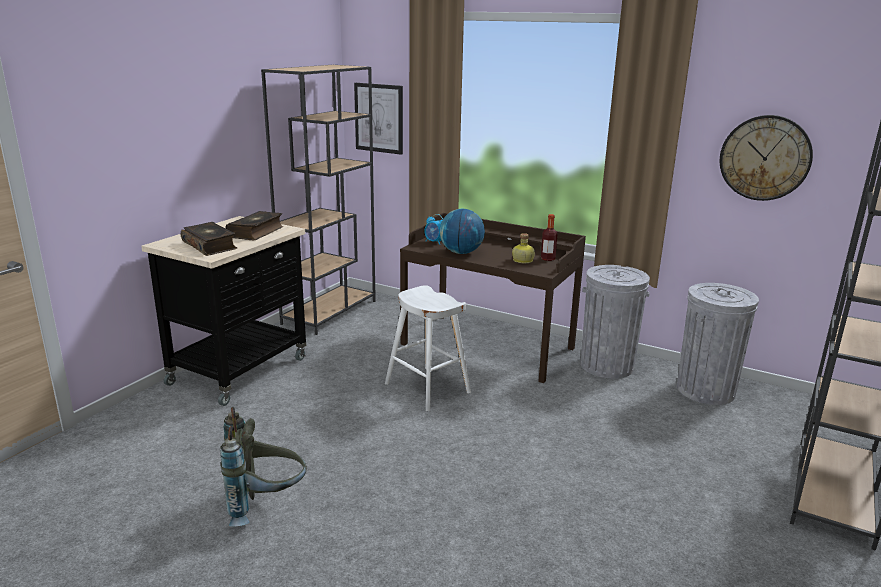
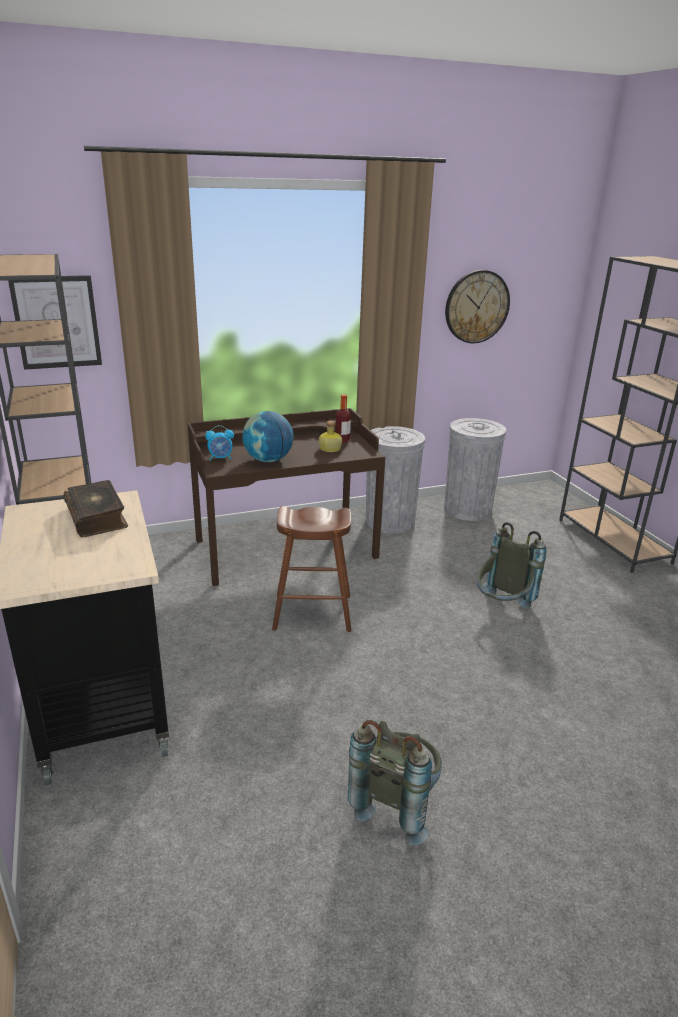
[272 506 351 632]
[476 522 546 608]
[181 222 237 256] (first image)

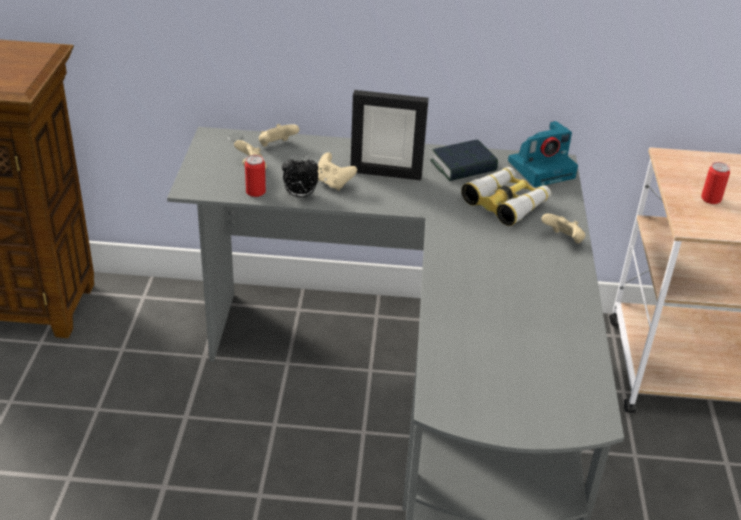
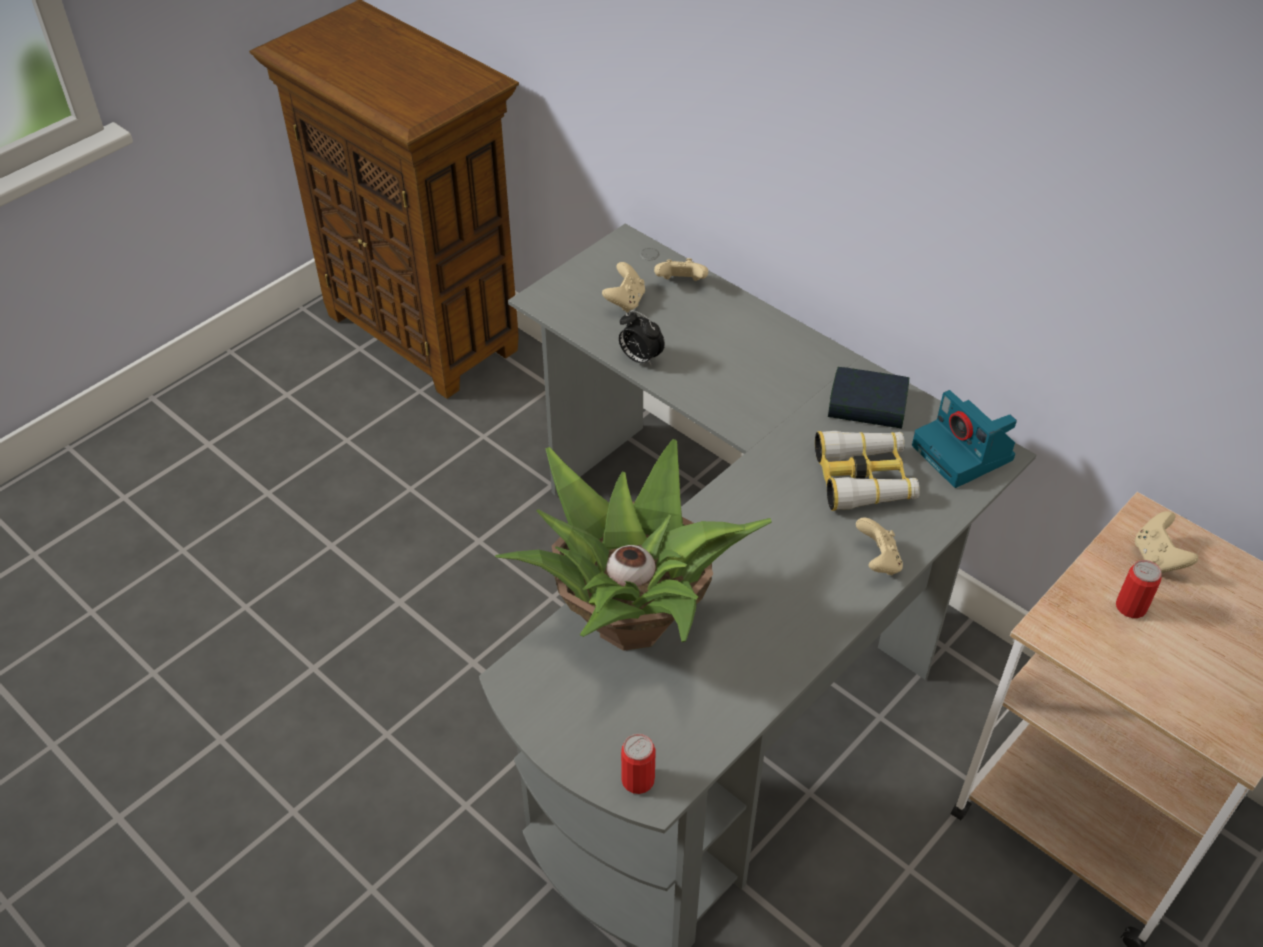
[495 439 772 651]
[621 734 656 794]
[912 390 1017 488]
[1135 511 1198 573]
[350 90 429 180] (first image)

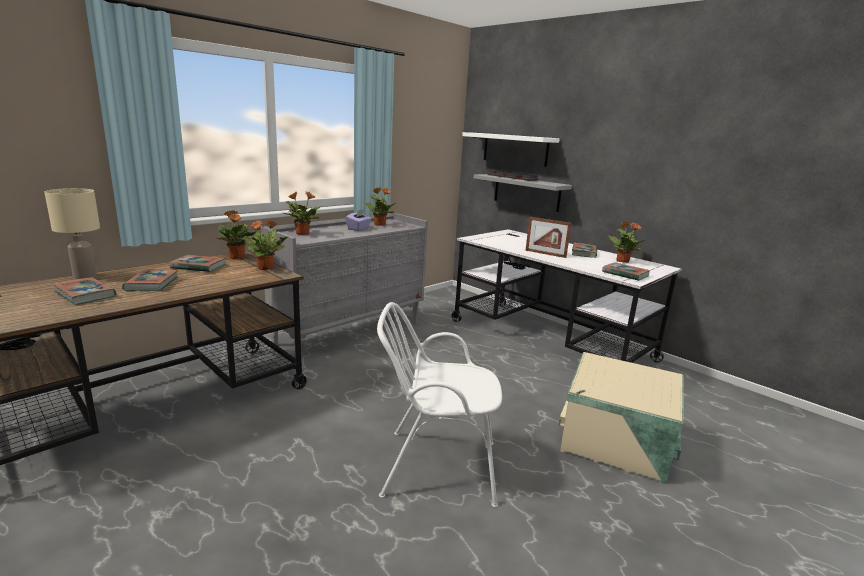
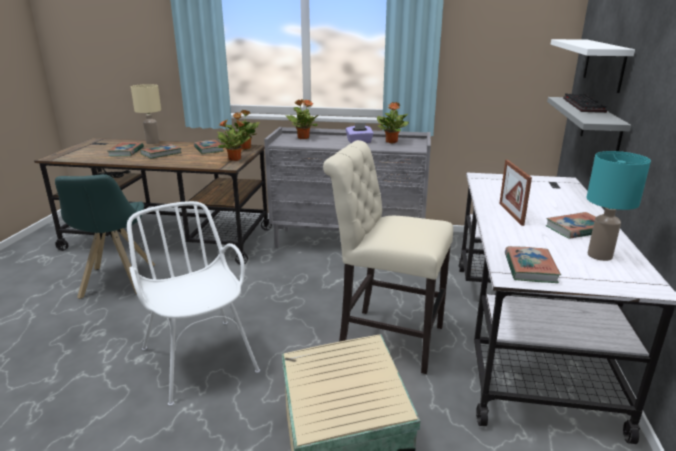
[55 174 155 299]
[323 140 453 374]
[586 151 651 261]

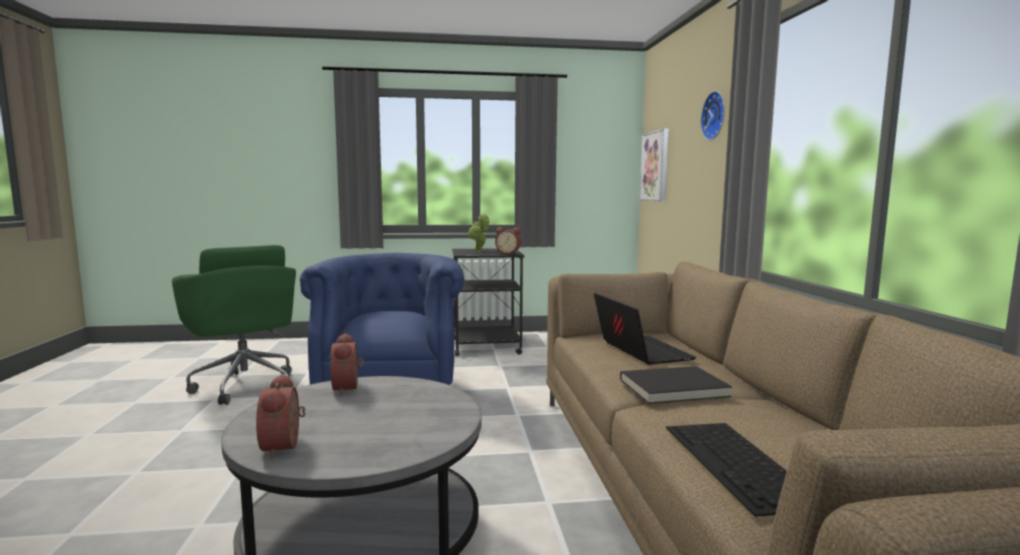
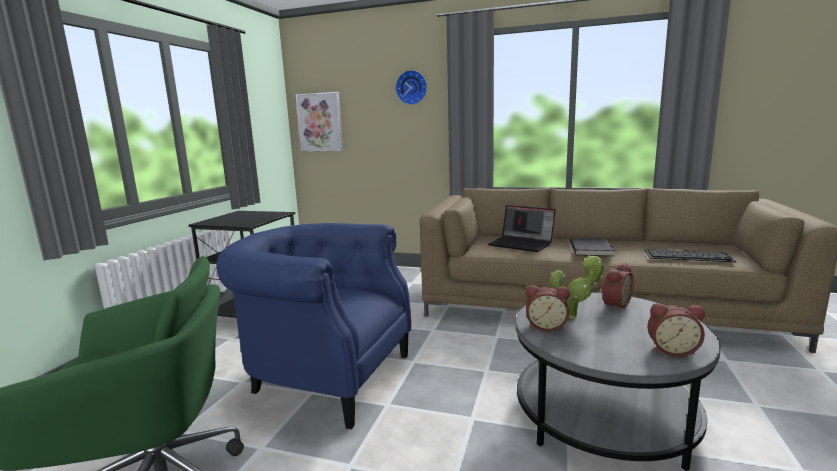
[488 205 556 252]
[550 255 605 319]
[601 263 634 310]

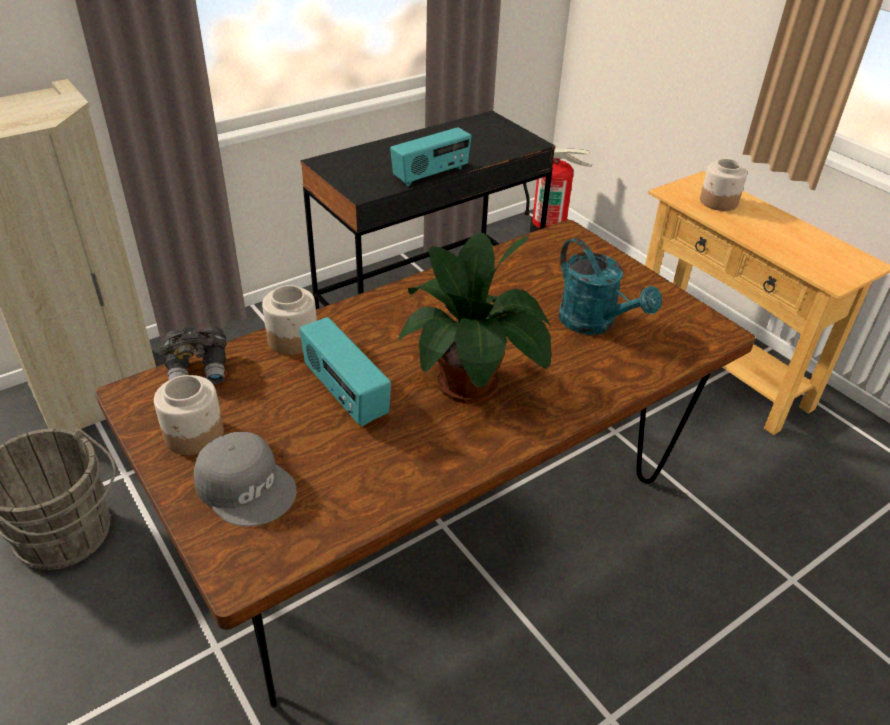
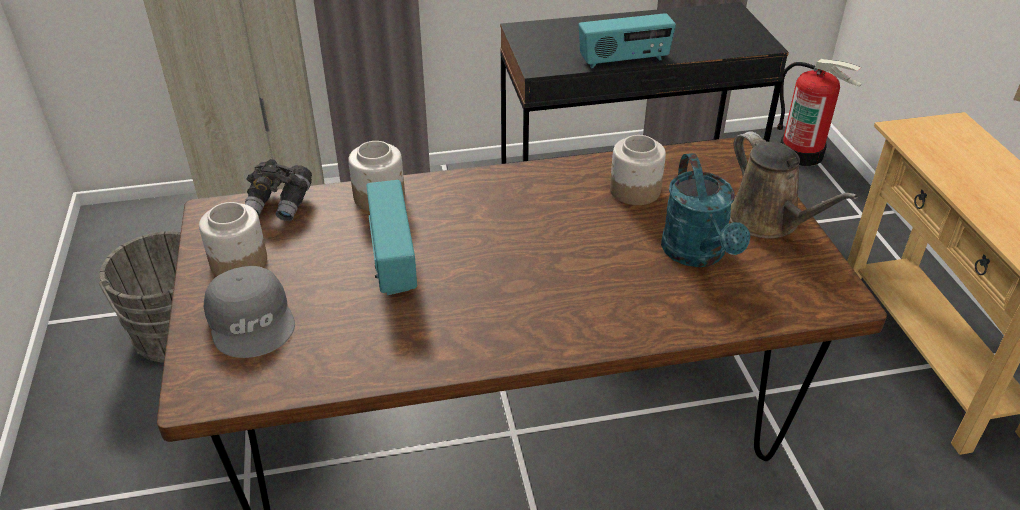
[610 135 666 205]
[730 131 858 239]
[398 233 553 403] (first image)

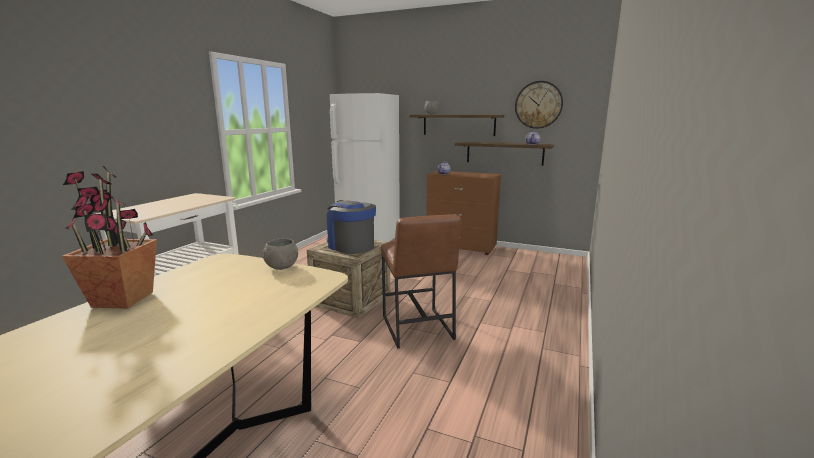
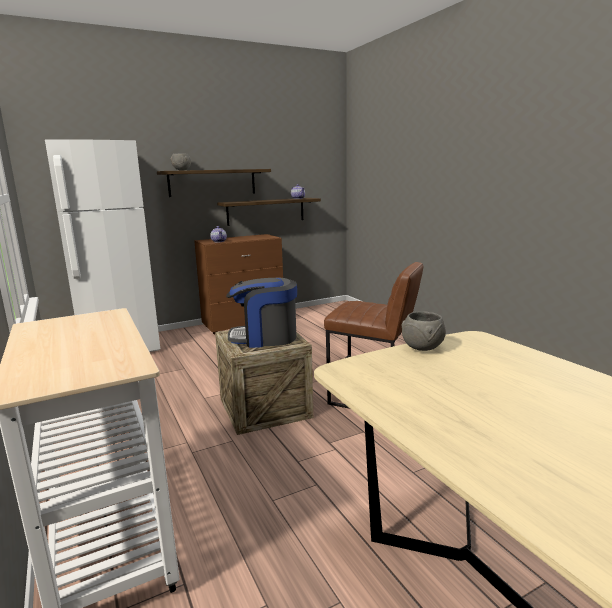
[62 166 157 309] (first image)
[515 81 563 129] (first image)

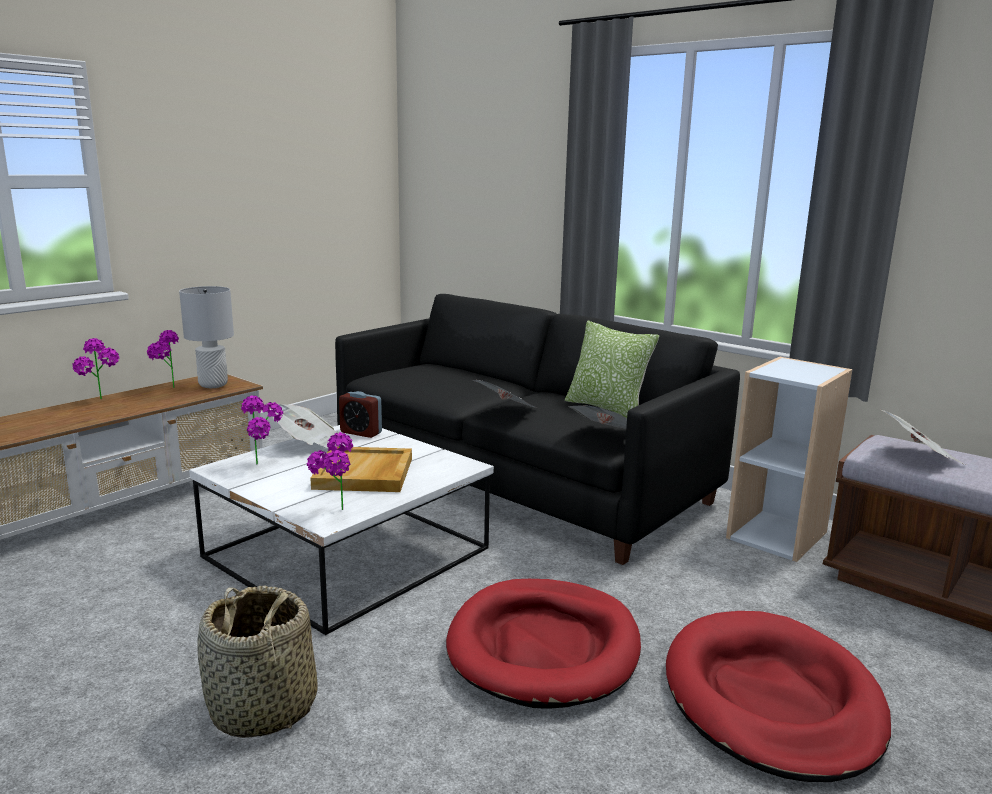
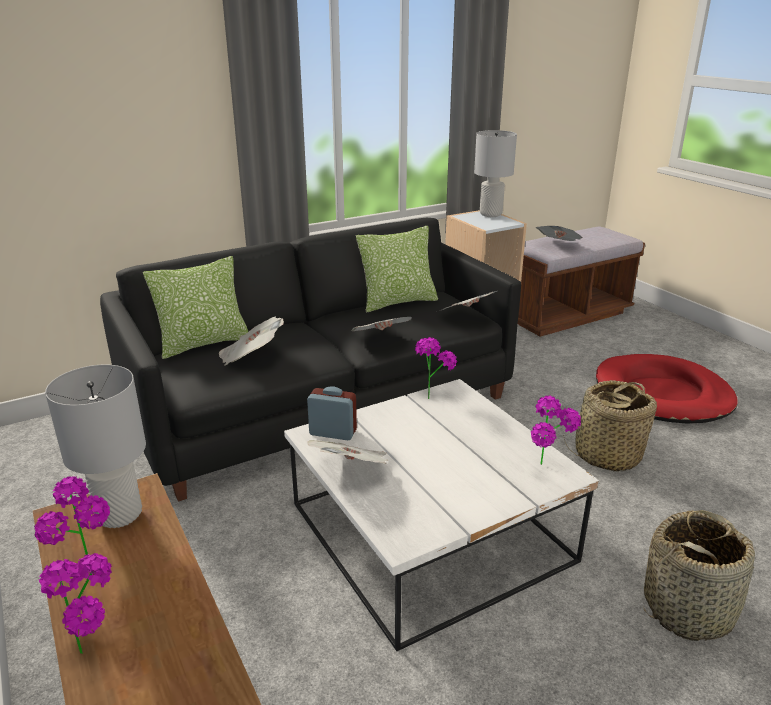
[143 256 248 359]
[218 317 284 365]
[307 386 357 440]
[415 337 457 399]
[474 130 517 217]
[563 380 657 472]
[310 446 412 492] (first image)

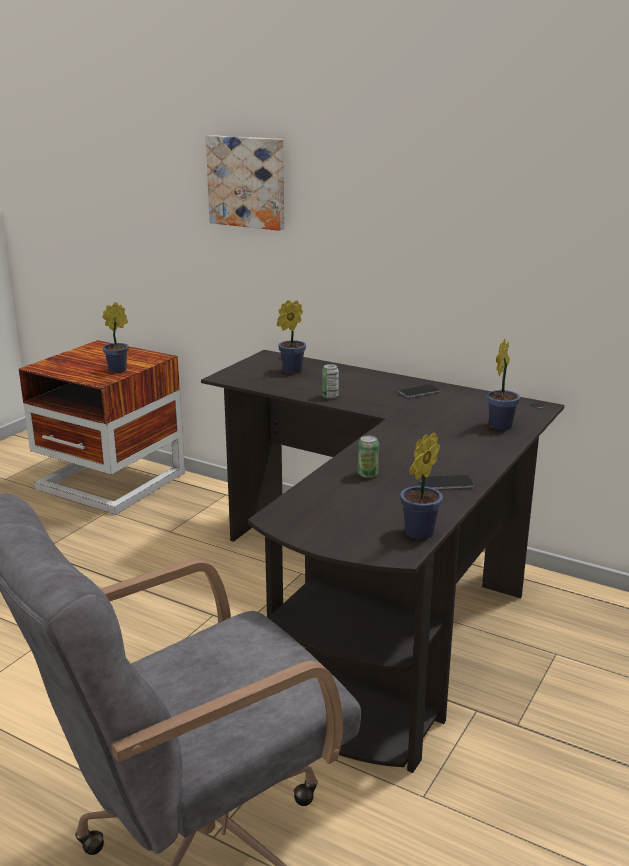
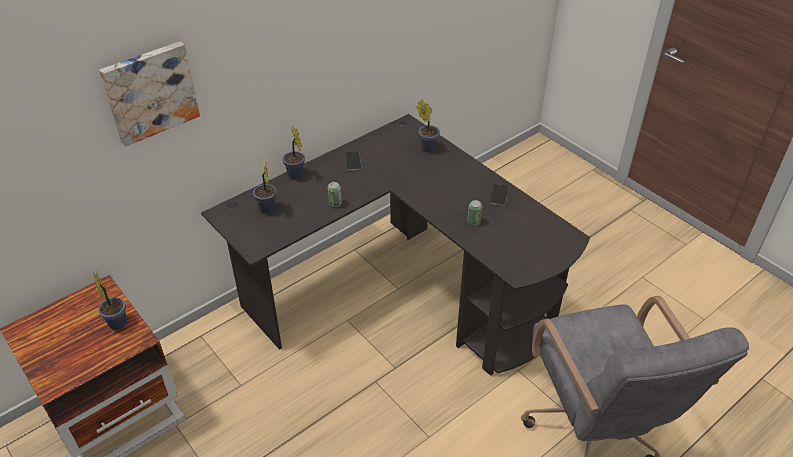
[282 125 305 180]

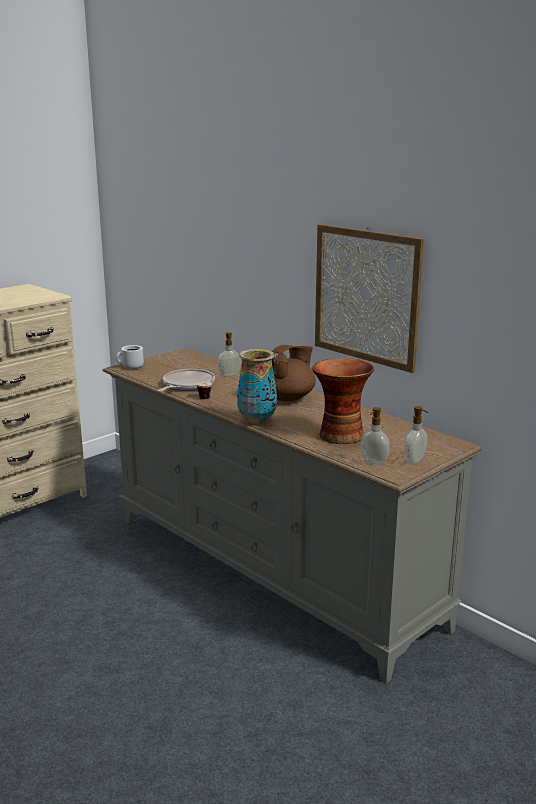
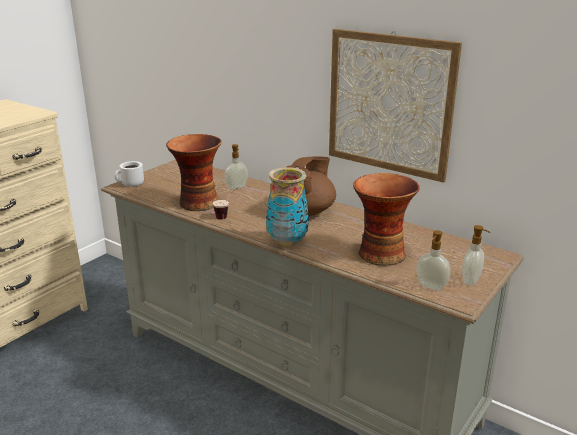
[166 134 222 211]

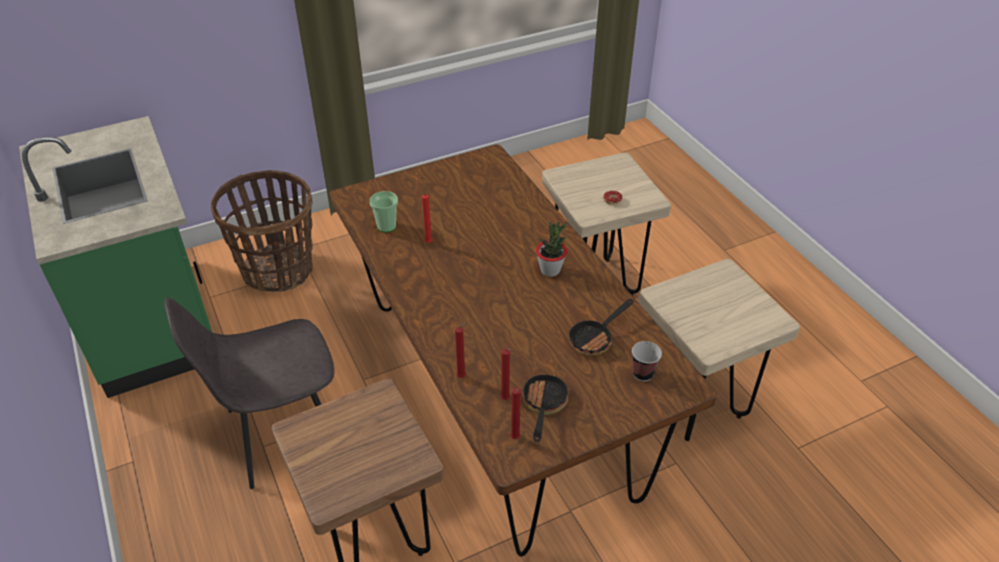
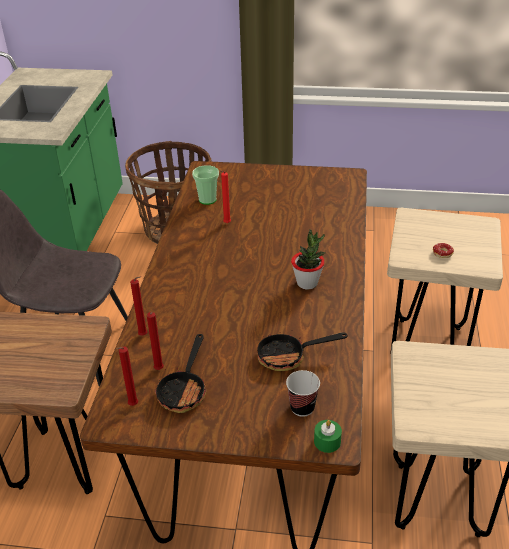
[155 334 206 413]
[314 420 342 453]

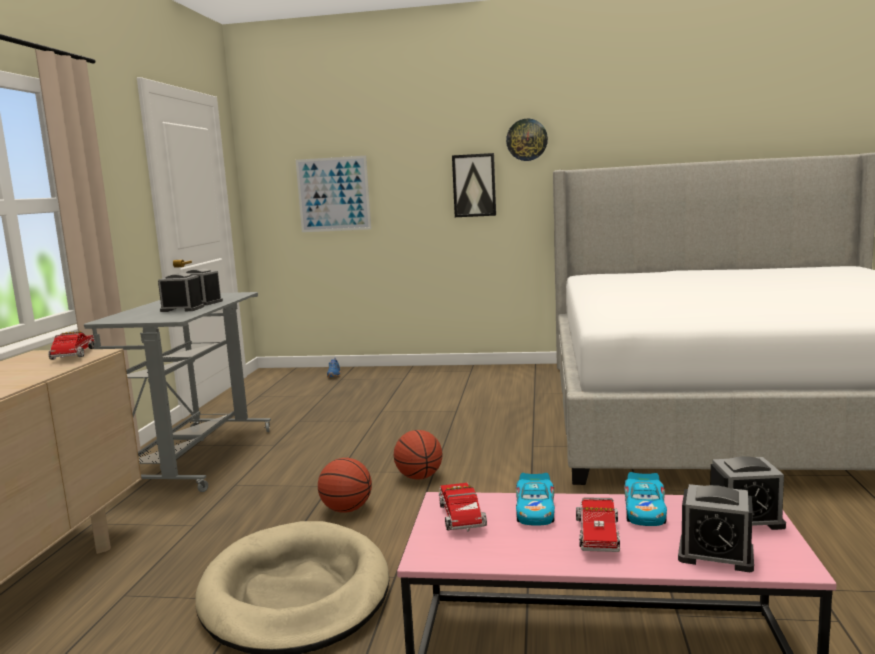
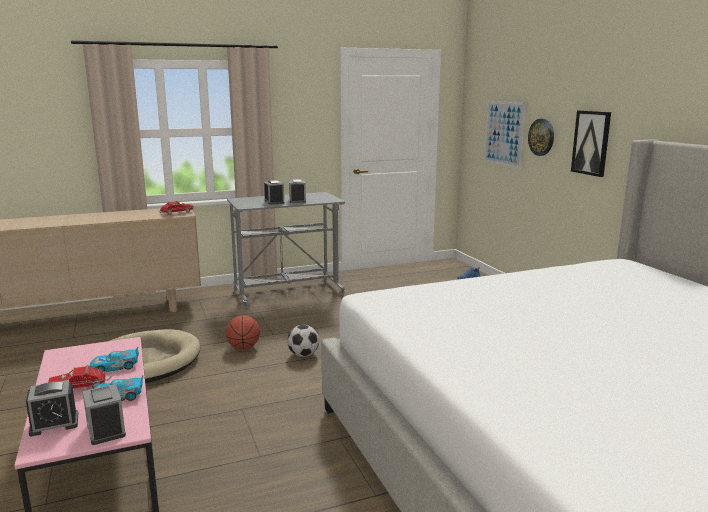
[26 380 78 436]
[287 325 319 357]
[528 119 554 156]
[439 483 487 532] (first image)

